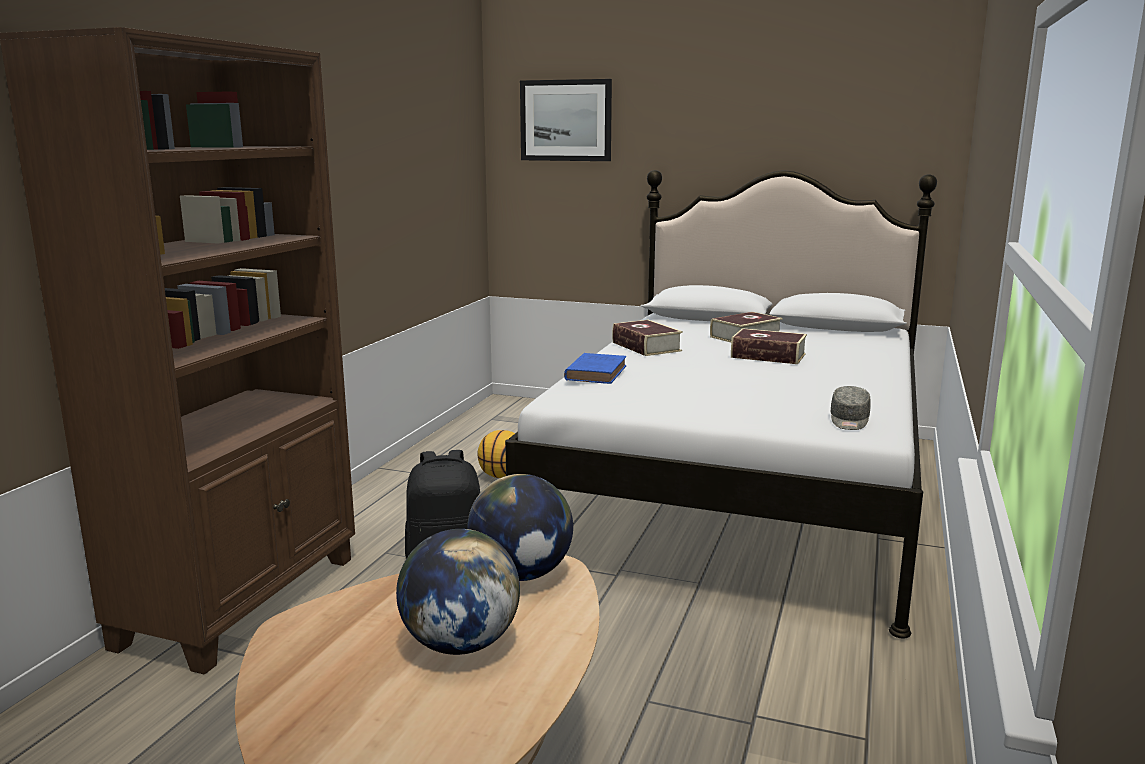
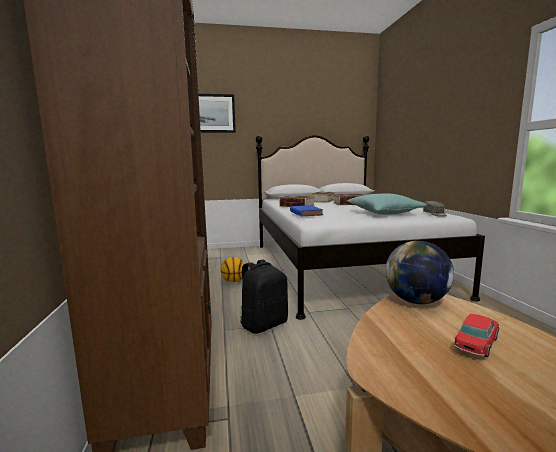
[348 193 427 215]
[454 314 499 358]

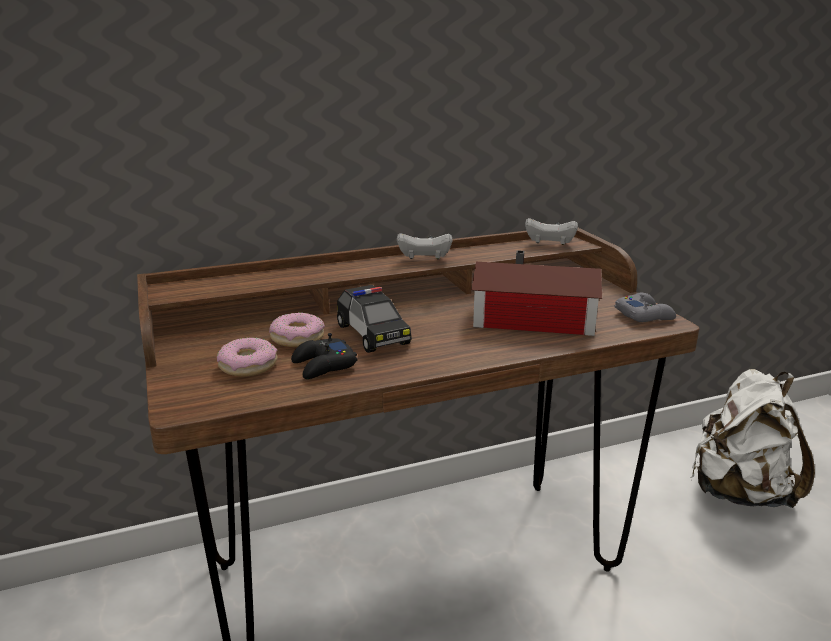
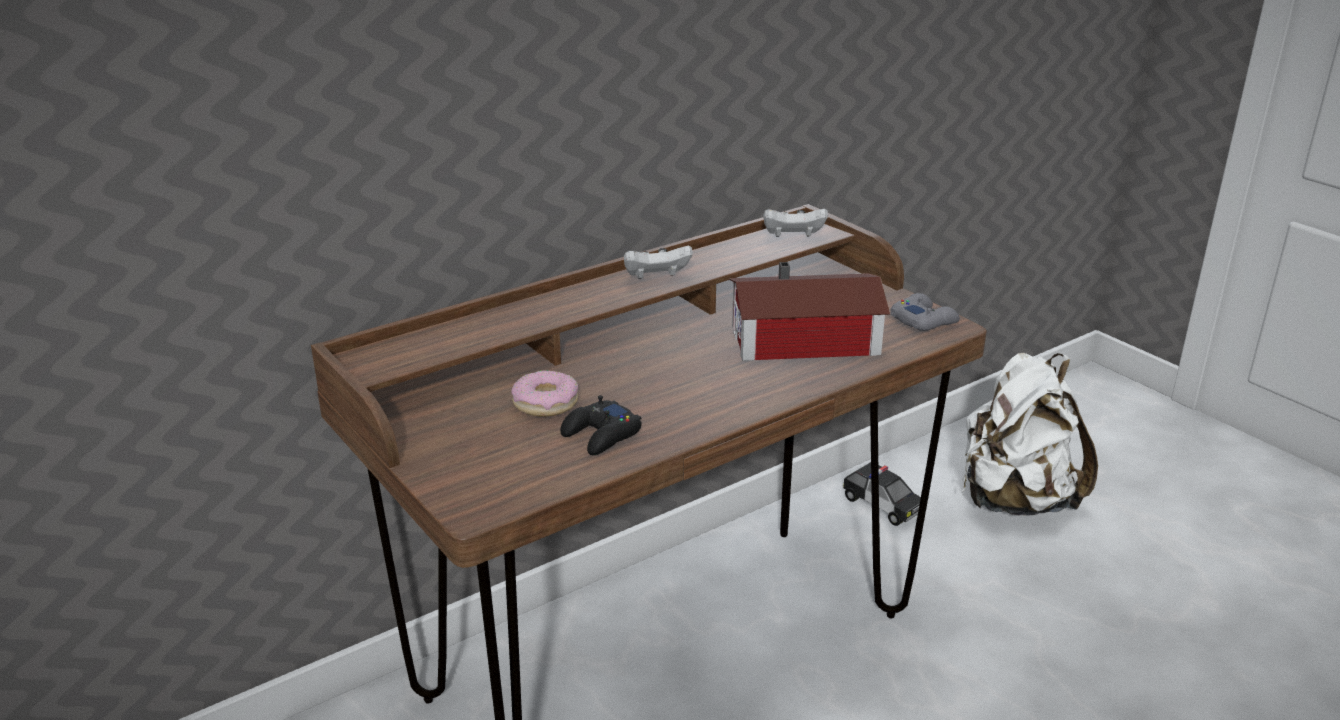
[843 462 921 526]
[217 337 278 377] (first image)

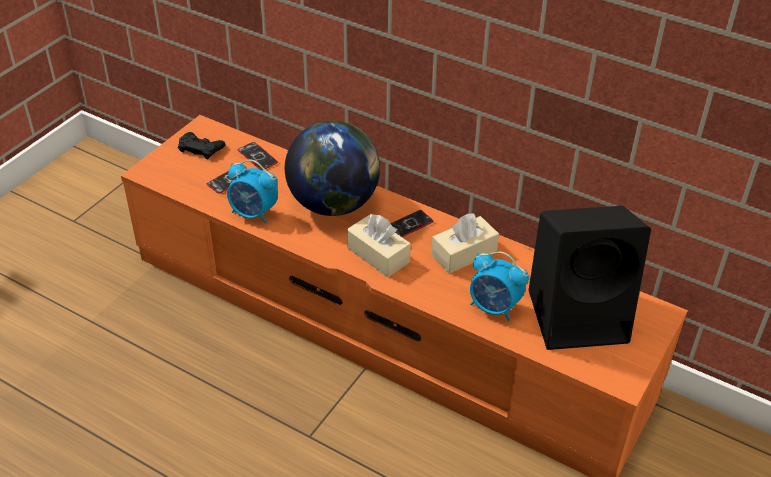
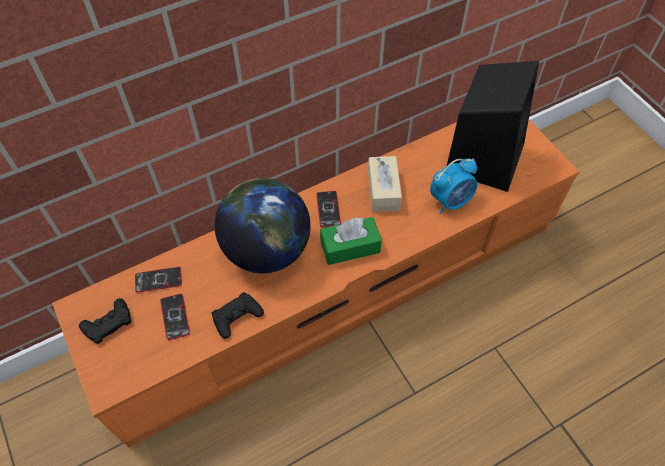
[212 292 264 339]
[320 217 382 265]

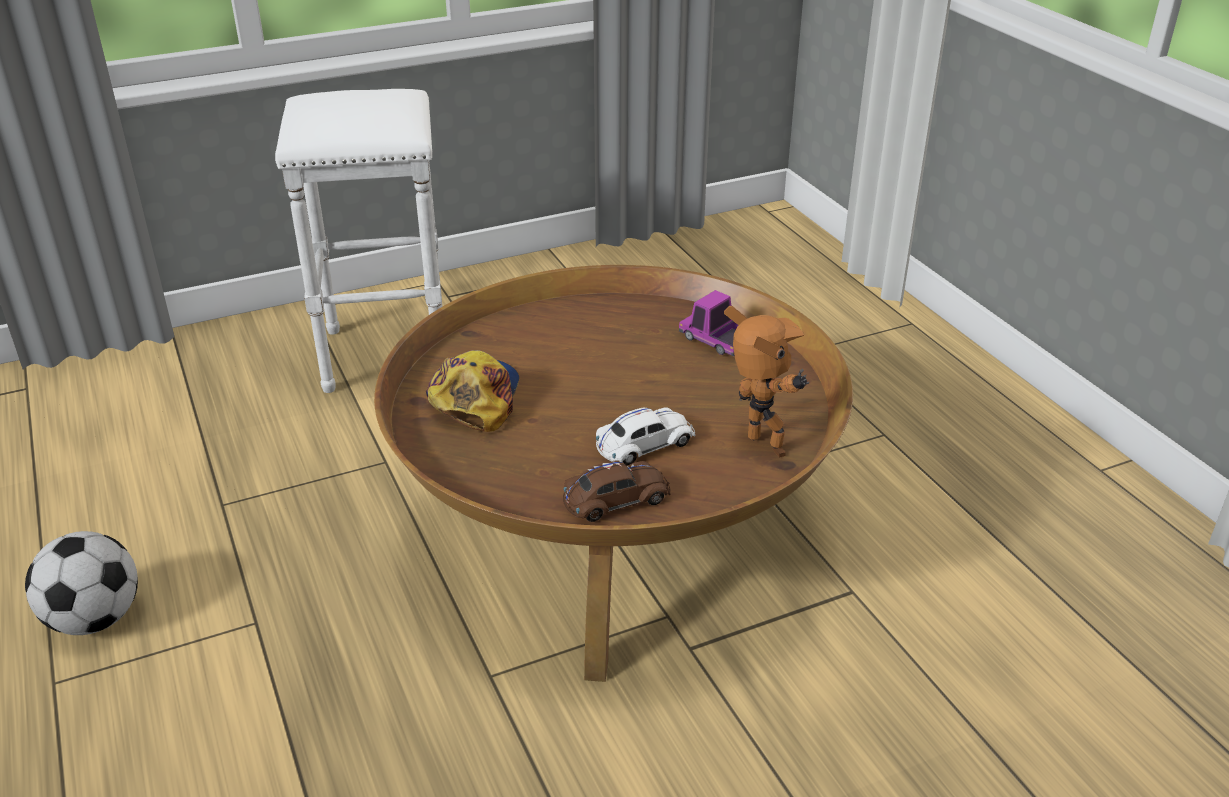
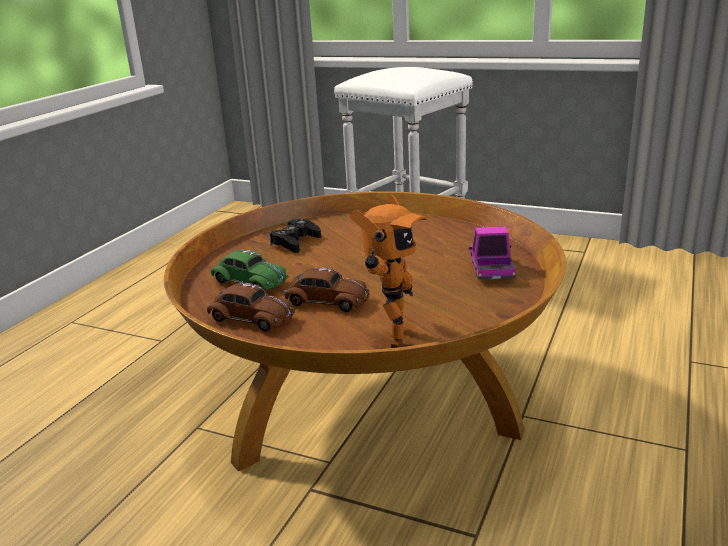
[211 250 288 290]
[270 219 321 253]
[284 268 370 312]
[25 531 138 635] (first image)

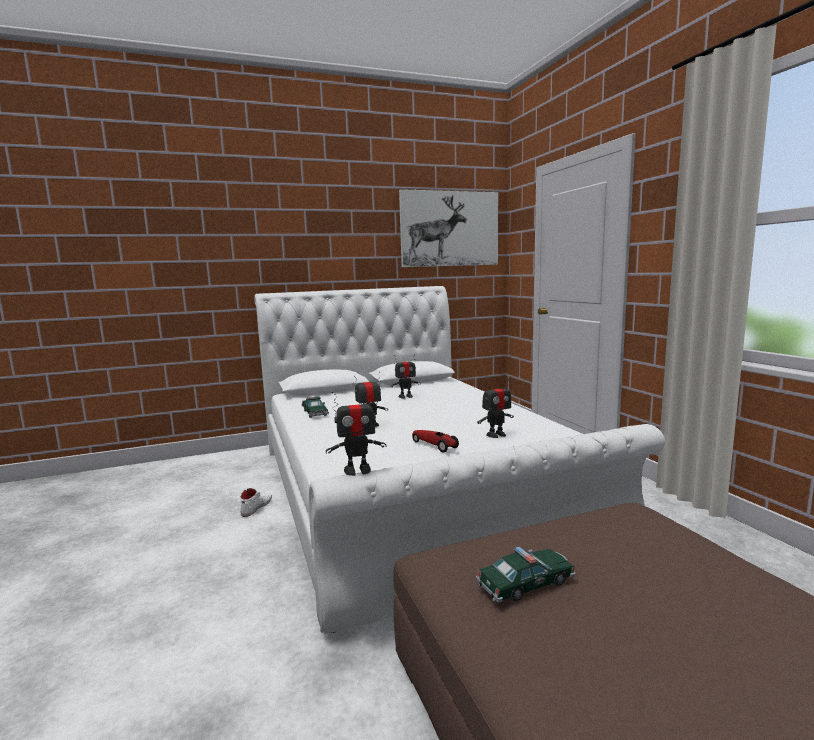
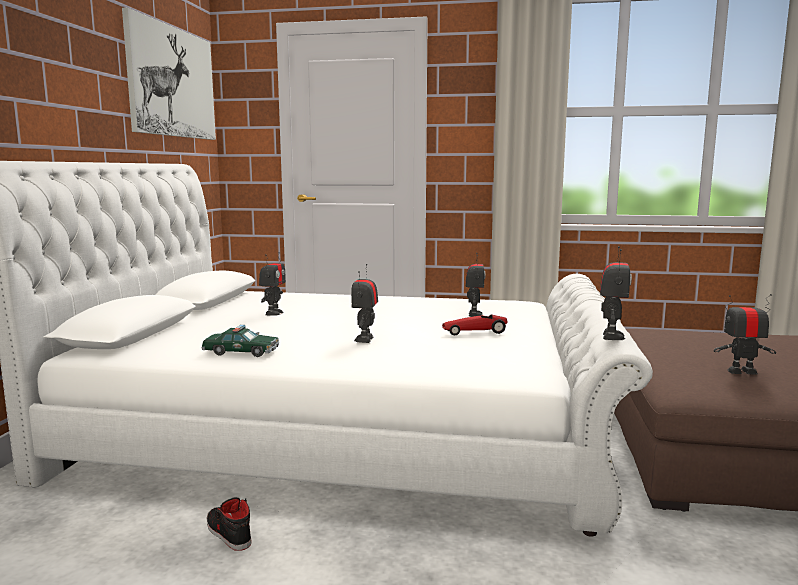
[207 497 252 551]
[714 294 776 375]

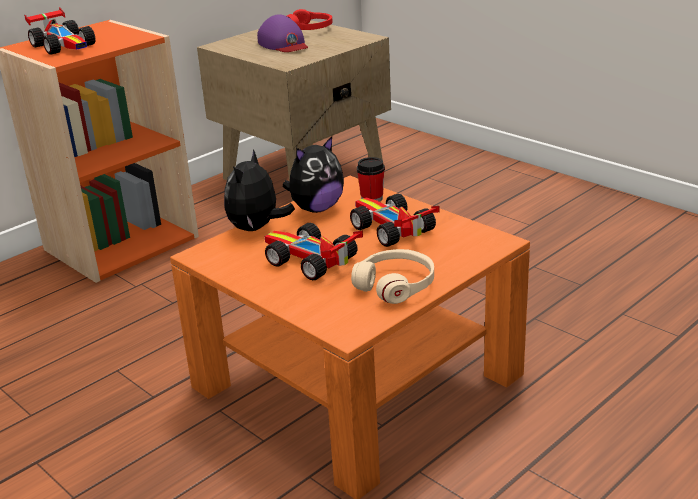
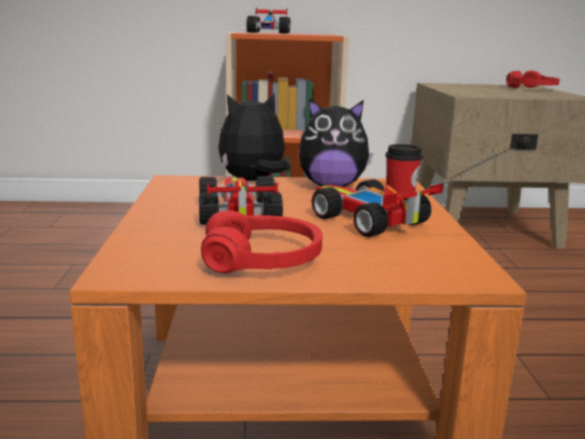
[201 210 323 273]
[312 179 444 237]
[257 15 308 52] (first image)

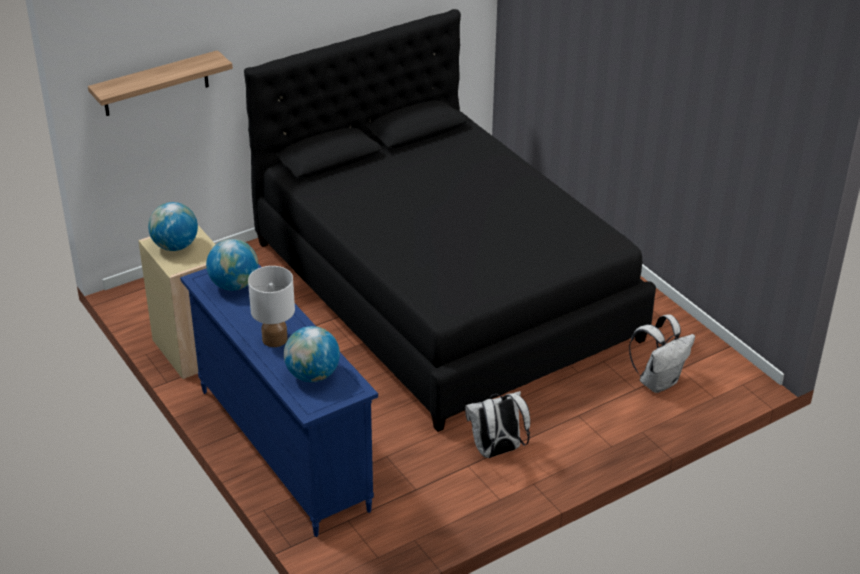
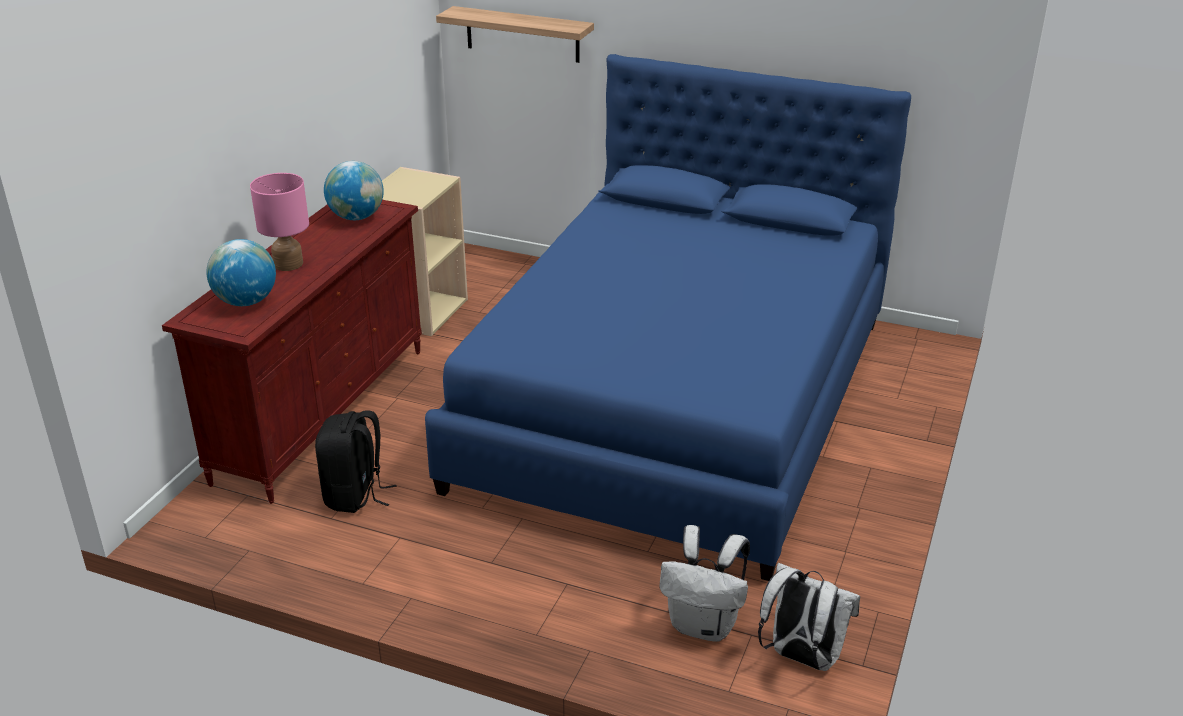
[162 200 422 504]
[250 173 309 271]
[315 410 397 513]
[425 54 911 581]
[758 563 860 671]
[148 202 198 251] (first image)

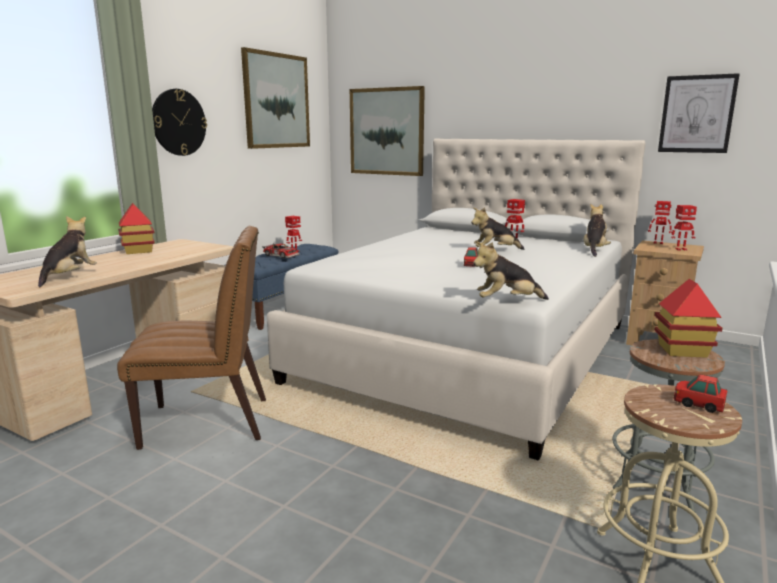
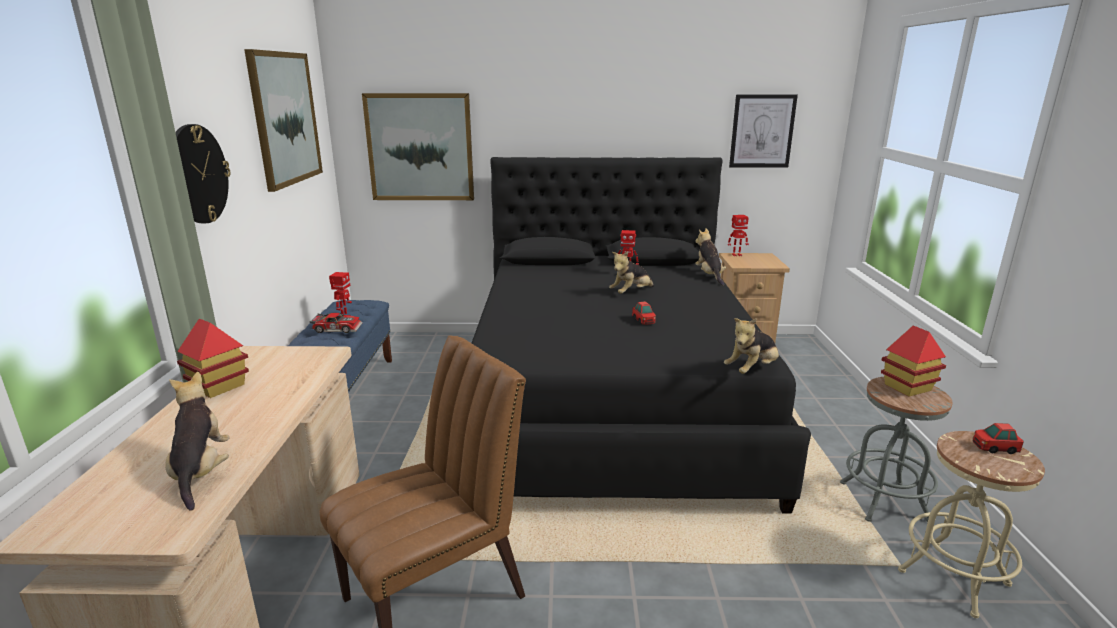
[472 157 811 514]
[671 205 697 251] (first image)

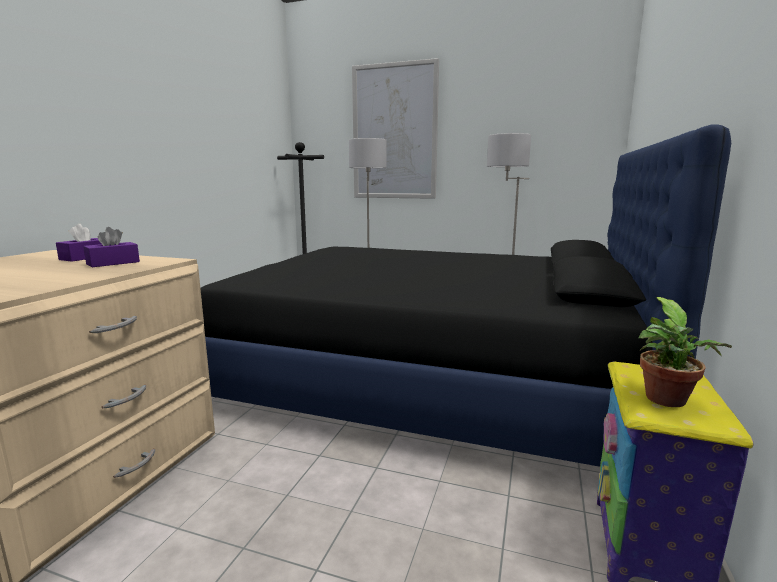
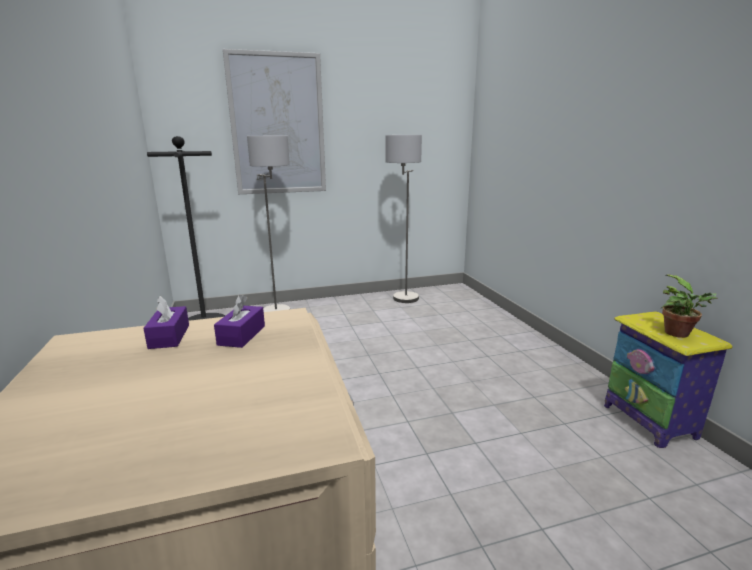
[200 124 731 467] (first image)

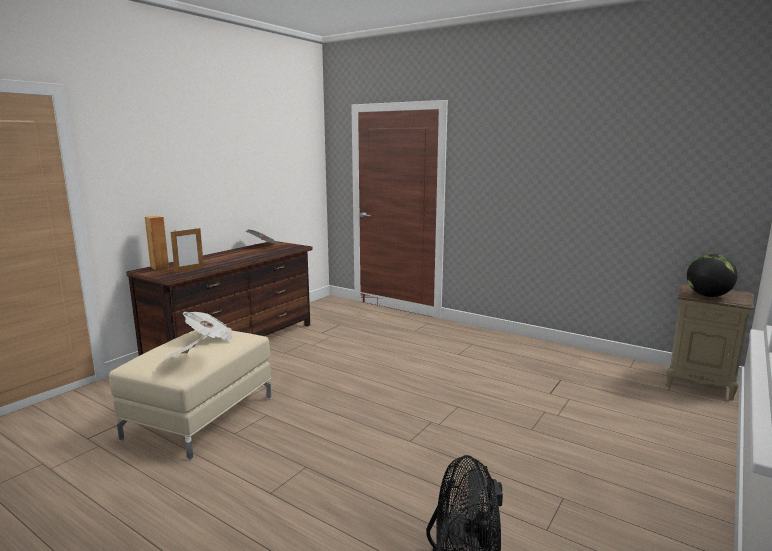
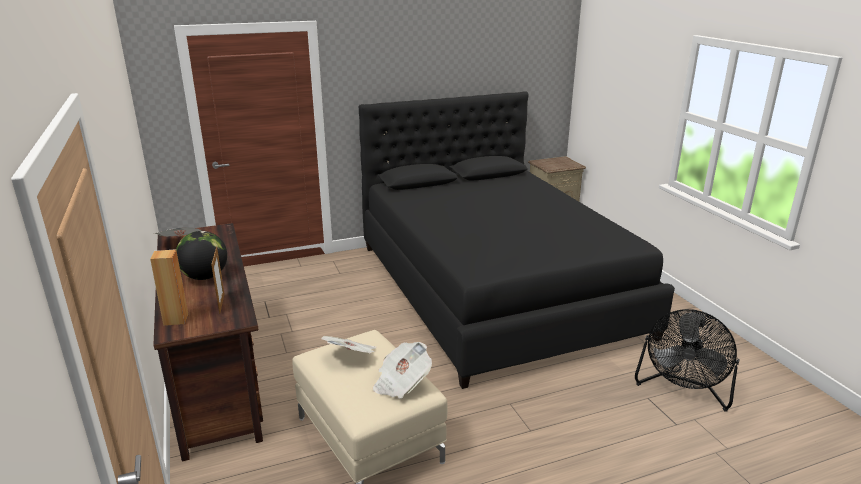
[176 231 227 280]
[359 91 675 389]

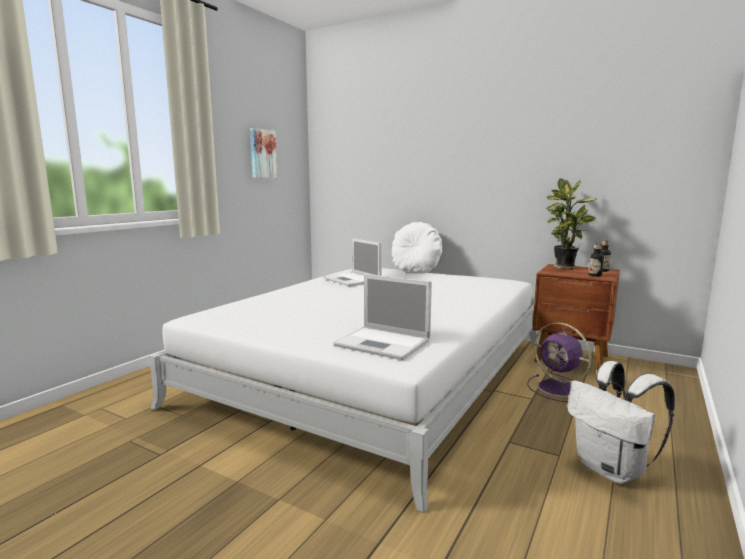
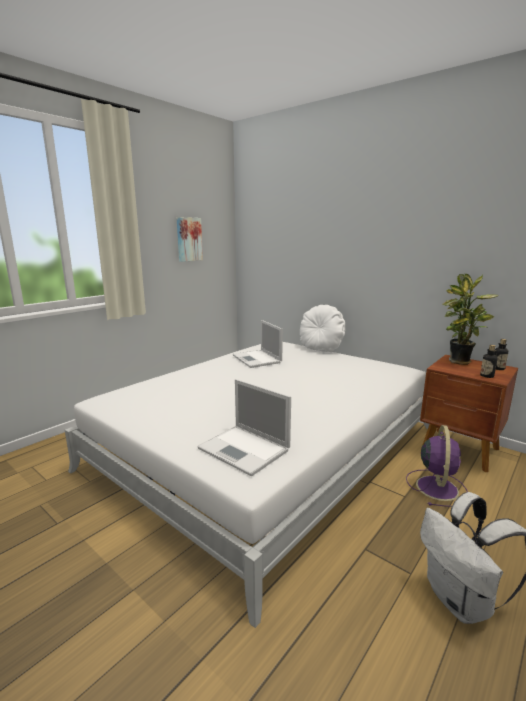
[406 425 468 507]

